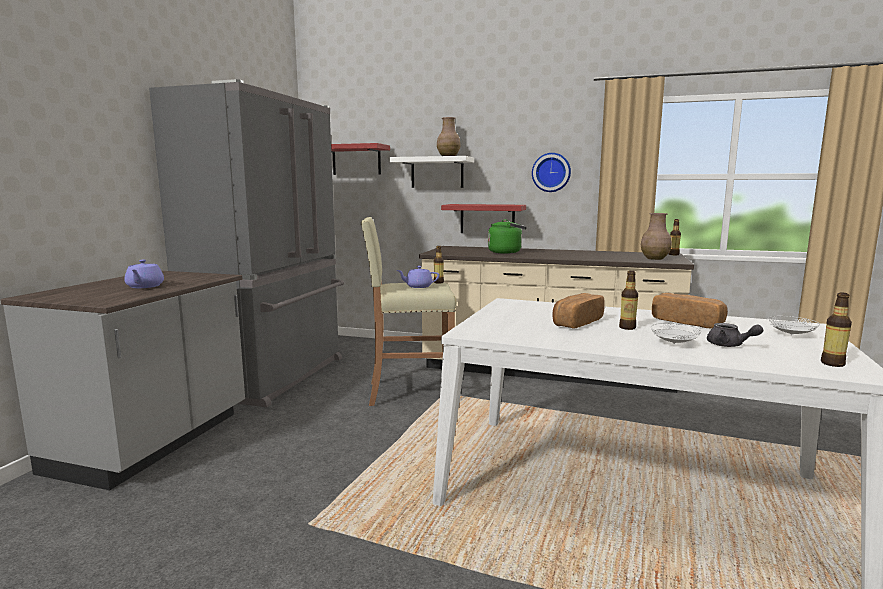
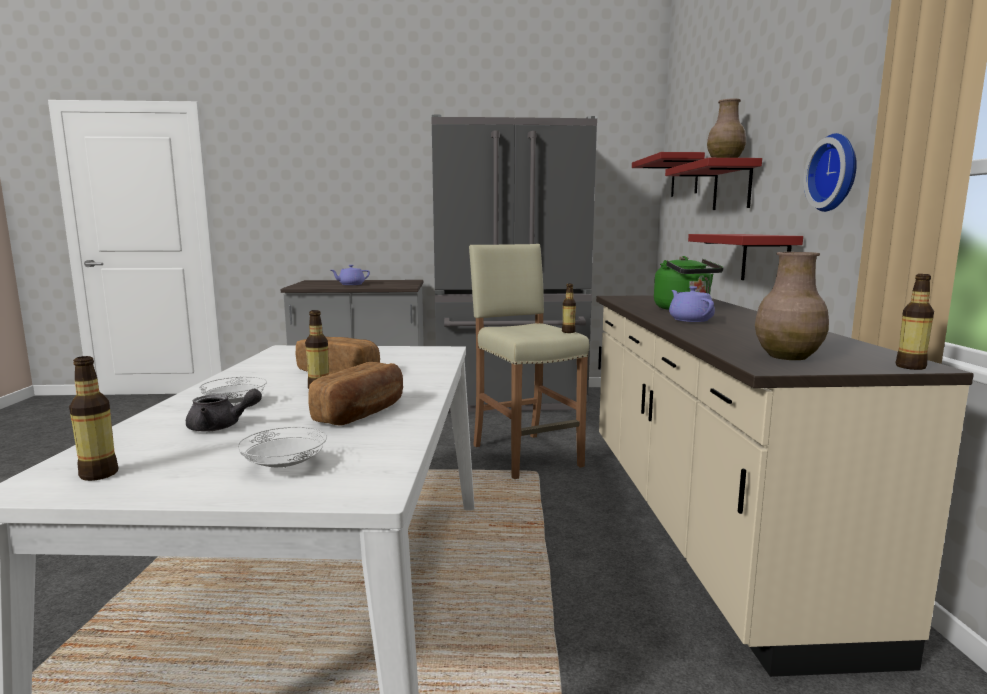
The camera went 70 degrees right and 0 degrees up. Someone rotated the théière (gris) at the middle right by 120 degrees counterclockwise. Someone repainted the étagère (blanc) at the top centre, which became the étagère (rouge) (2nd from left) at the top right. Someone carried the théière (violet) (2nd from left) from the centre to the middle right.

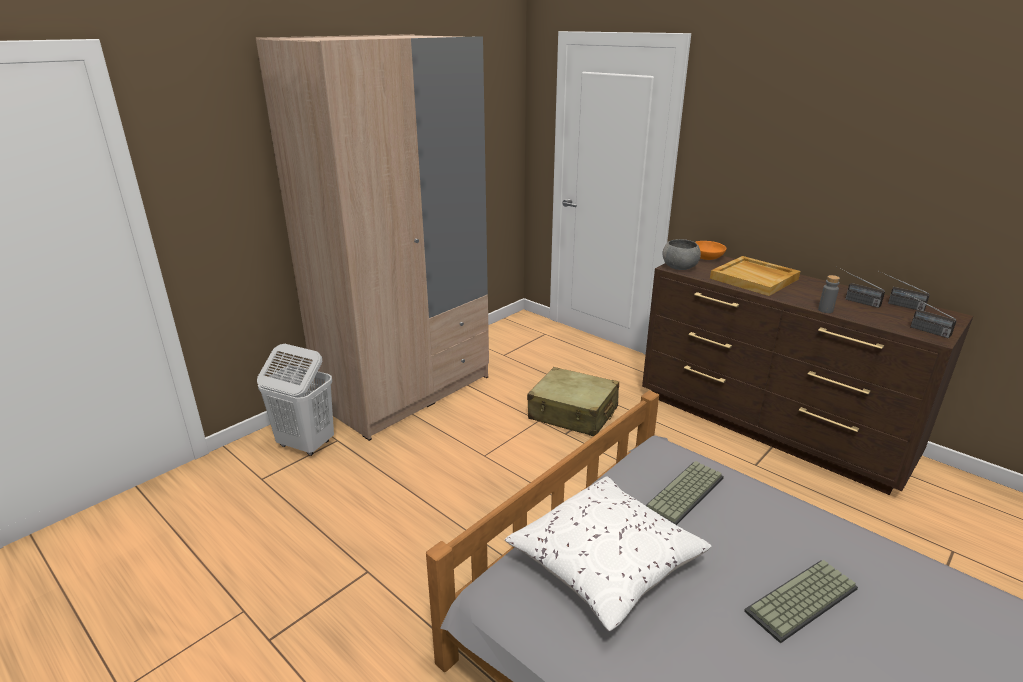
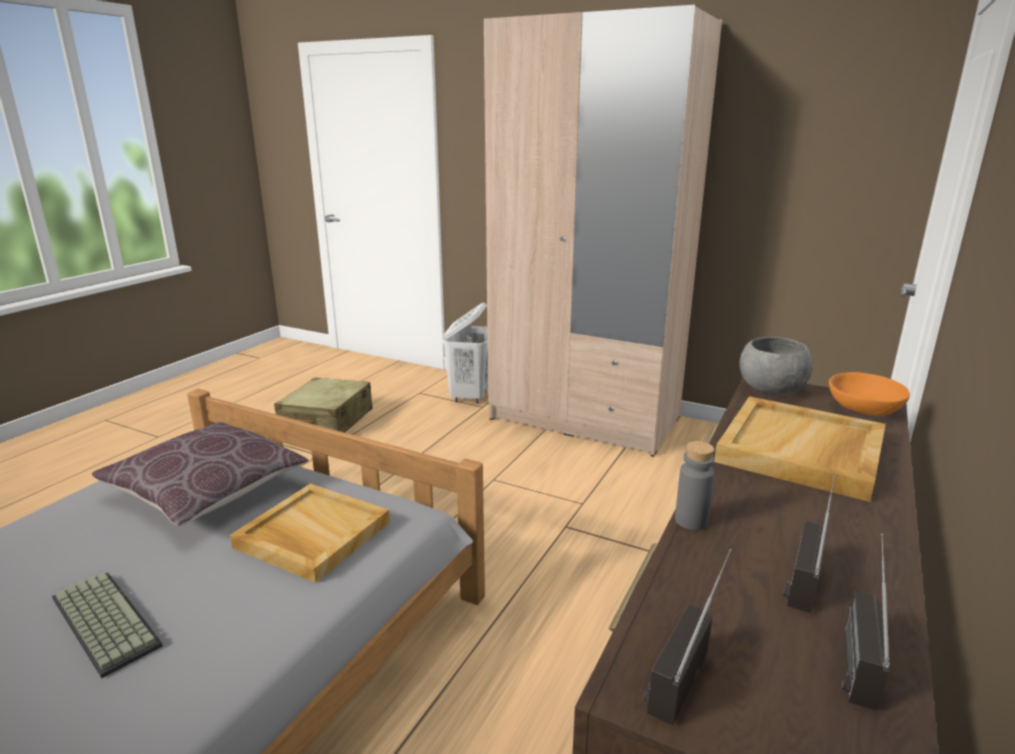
The camera went 75 degrees right and 5 degrees down. Someone repainted the coussin (blanc) at the bottom centre, which became the coussin (marron) at the middle left. Someone swapped the clavier (1st from left) at the bottom right for the plateau (beige) (1st from left) at the bottom left. Someone carried the valise (beige) from the centre to the middle left.

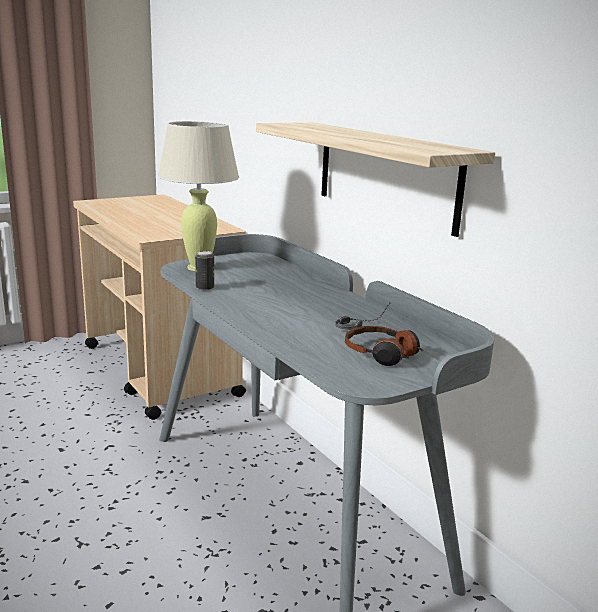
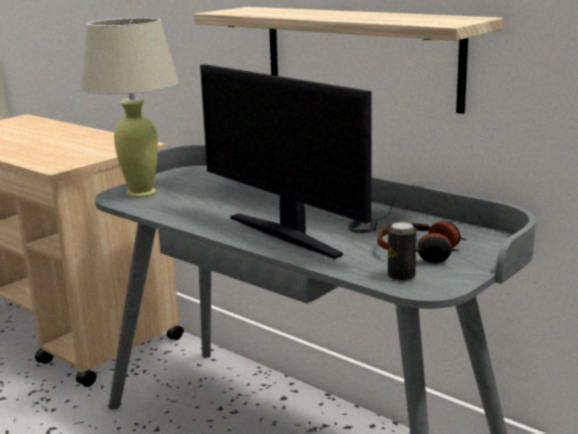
The camera went 15 degrees left and 0 degrees up. Someone put down the écran d'ordinateur at the centre. Someone carried the boîte métallique from the centre to the middle right.

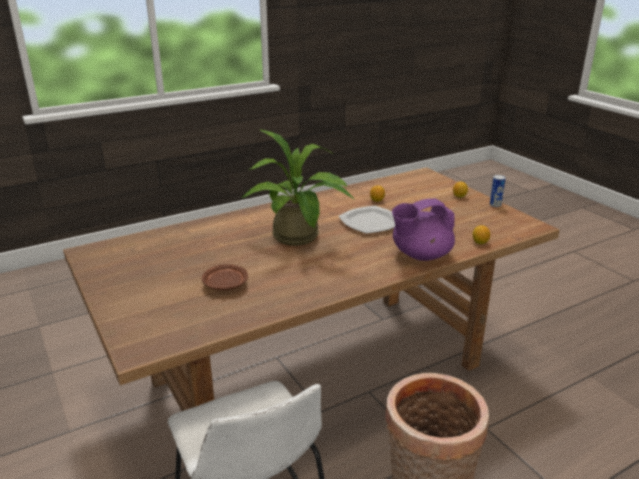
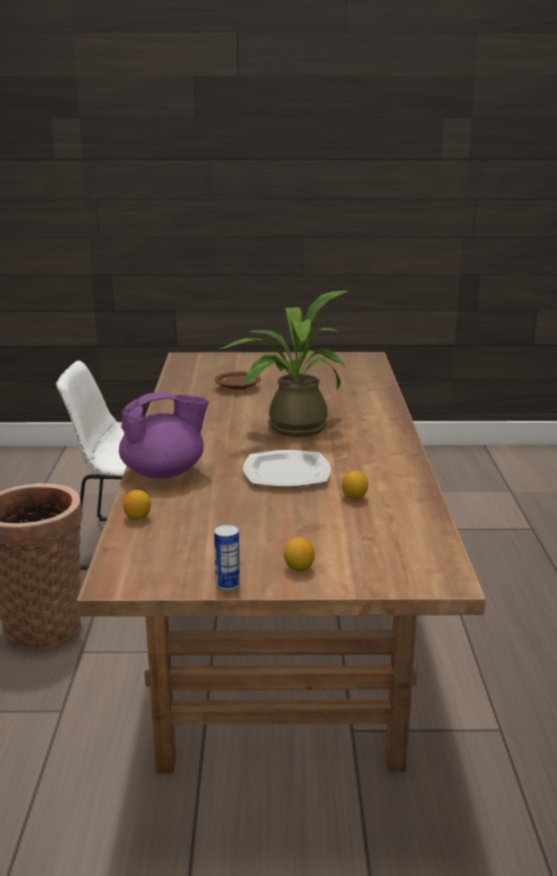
The camera went 120 degrees right and 5 degrees down. Someone rotated the théière (violet) at the centre by 60 degrees clockwise.

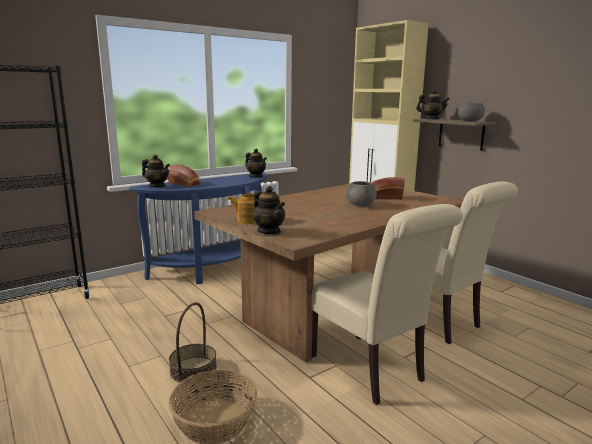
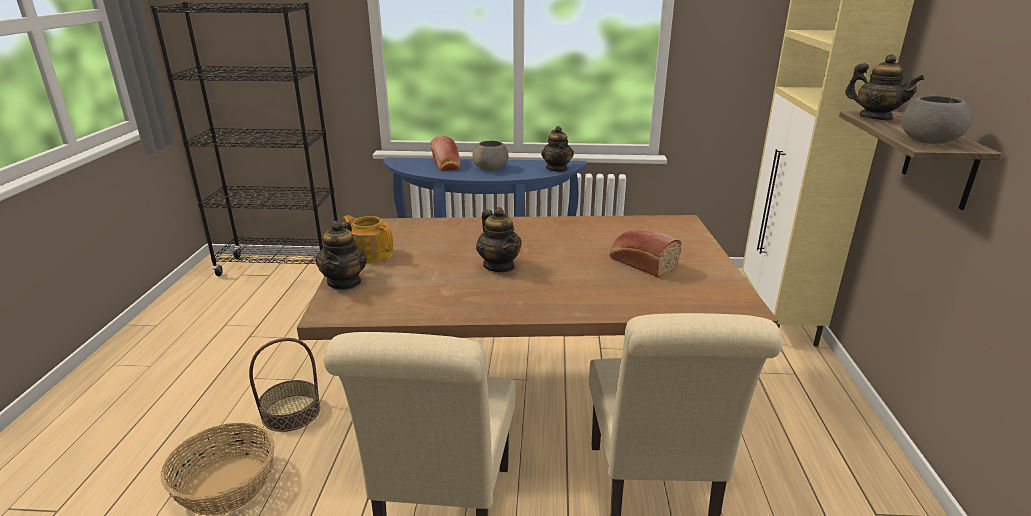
The camera went 40 degrees right and 10 degrees up. Someone carried the bol (gris) (1st from left) from the centre to the top centre. Someone carried the théière (1st from left in the first image) from the middle left to the centre.

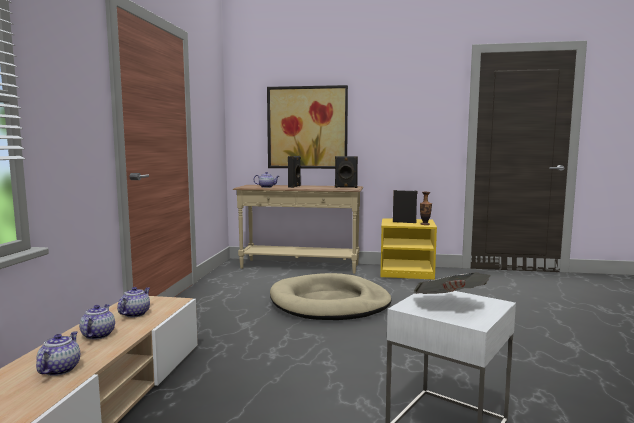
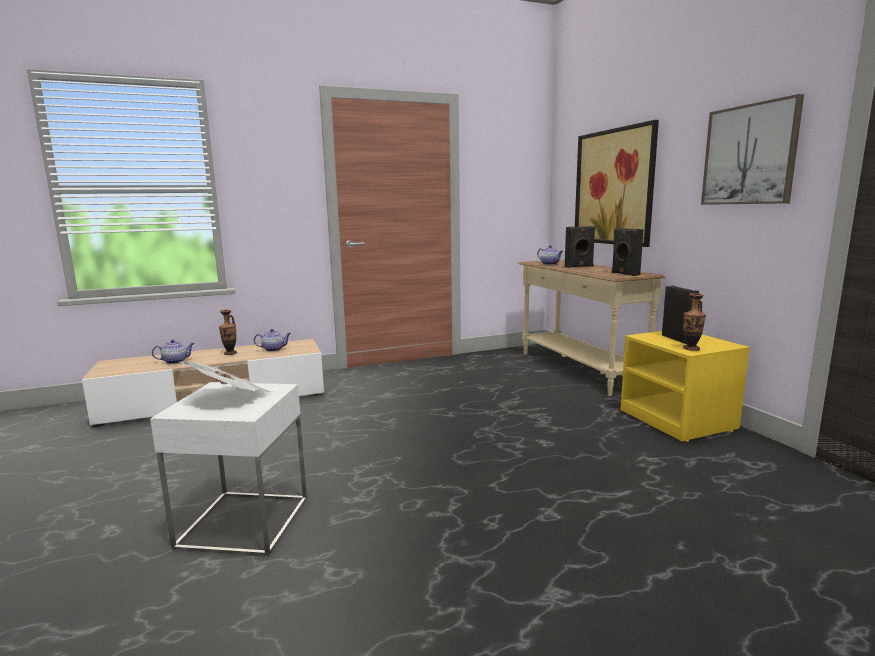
The camera went 60 degrees right and 5 degrees up. Someone swapped the théière (2nd from left) at the bottom left for the vase (1st from left) at the middle left. Someone put up the tableau (2nd from left) at the top right. Someone took away the panier pour chien (beige) at the bottom centre.

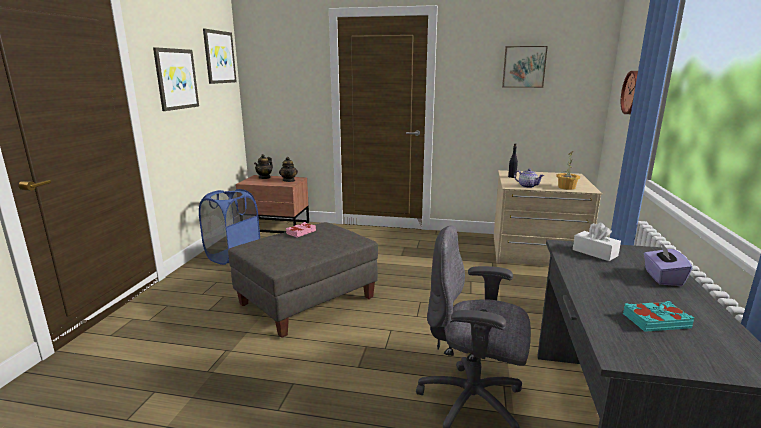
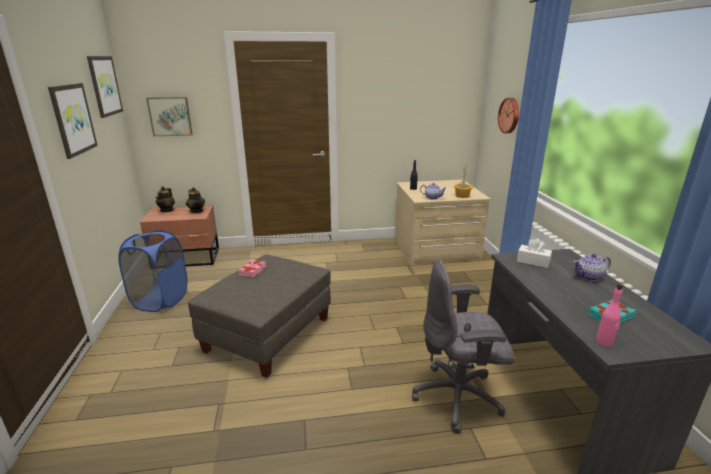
The camera went 20 degrees left and 5 degrees up. Someone carried the tableau (3rd from left) from the top right to the top left. Someone swapped the boîte à mouchoirs (violet) at the middle right for the théière (4th from left) at the middle right. Someone put down the bouteille (rose) at the middle right.

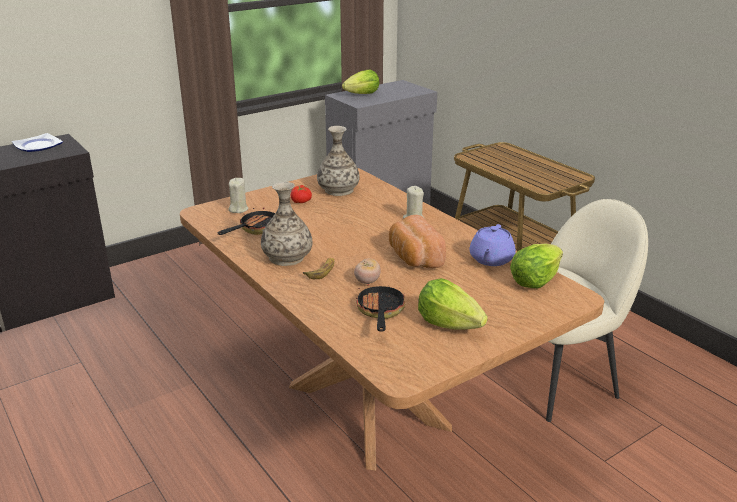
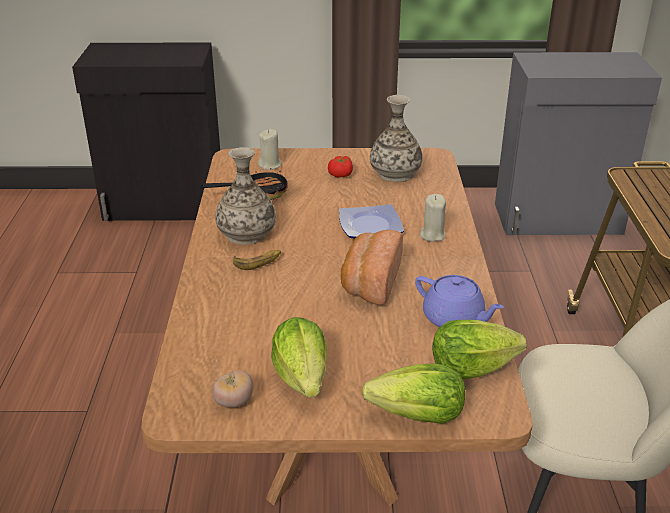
The camera went 35 degrees right and 5 degrees up. Someone carried the tomate (2nd from left in the first image) from the centre to the bottom centre. Someone carried the assiette from the top left to the centre. Someone carried the laitue (1st from left in the first image) from the top centre to the bottom centre. Someone rotated the théière (violet) at the middle right by 105 degrees counterclockwise. Someone took away the poêle (2nd from left) at the centre.

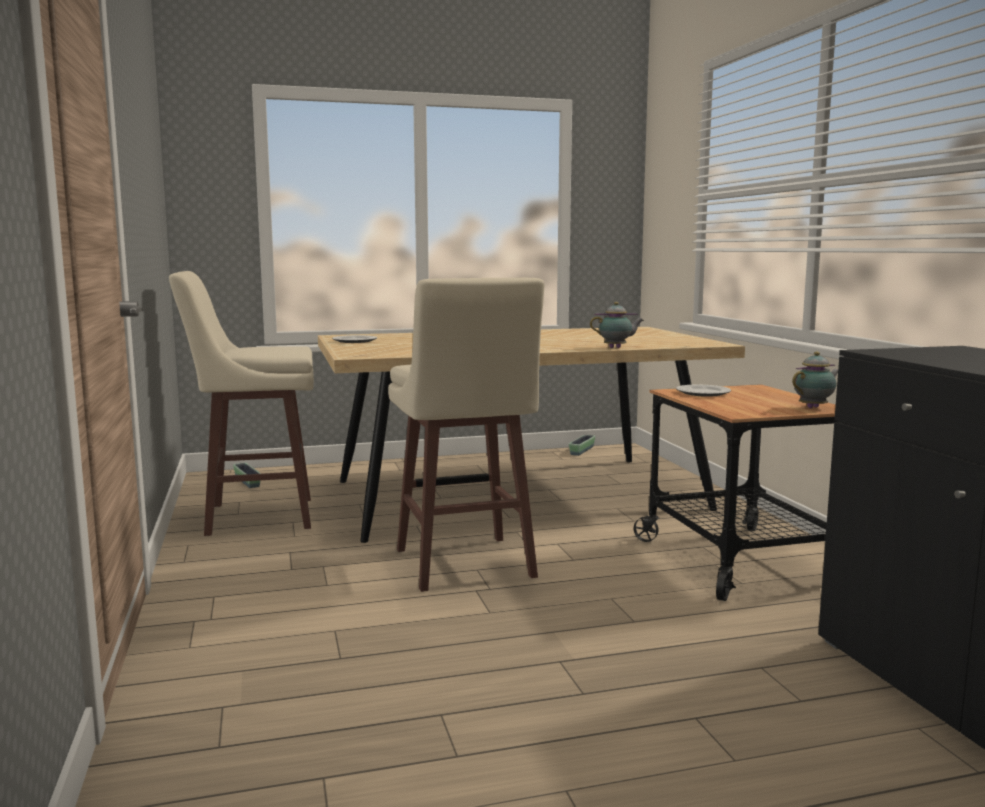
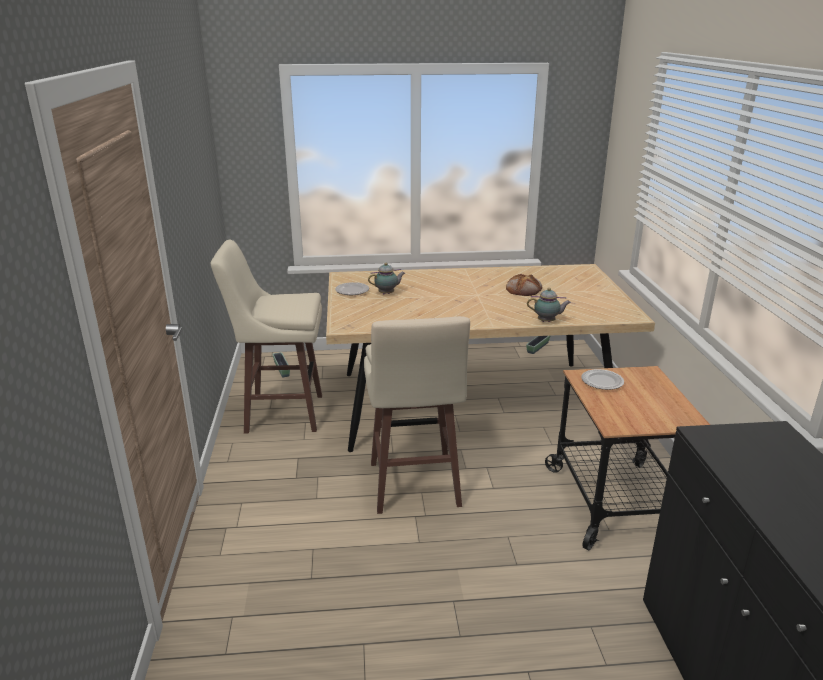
The camera went 10 degrees right and 15 degrees up. Someone carried the théière (2nd from left in the first image) from the middle right to the centre. Someone put down the pain at the centre.

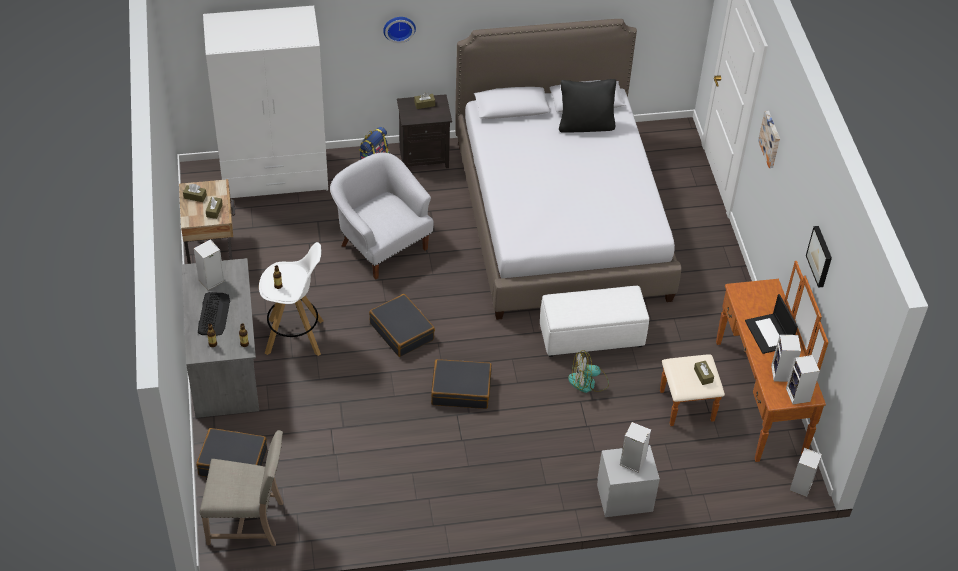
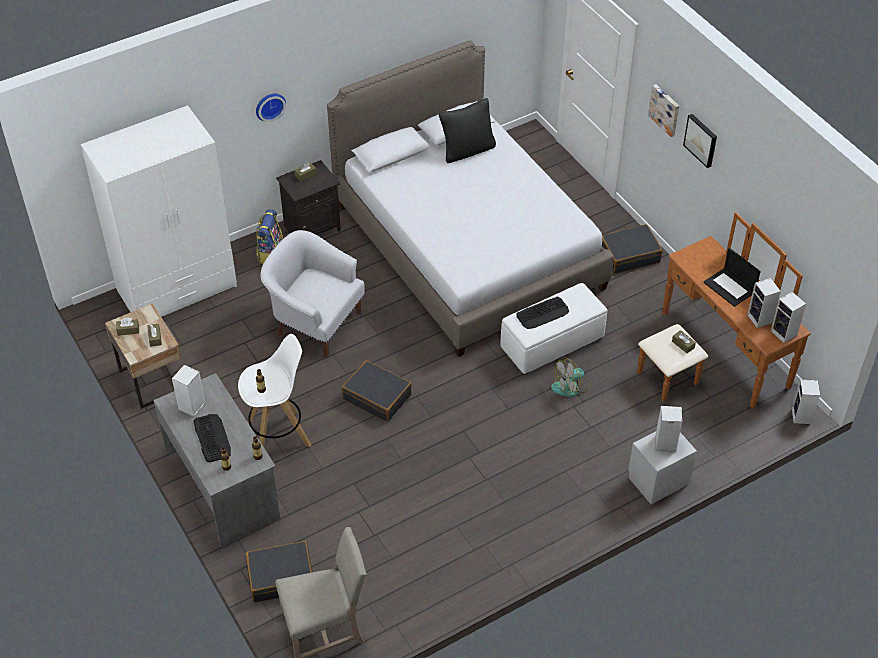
The camera went 20 degrees left and 0 degrees up. Someone put down the clavier (2nd from left) at the centre. Someone carried the valise (noir) (3rd from left) from the bottom centre to the middle right. Someone carried the tableau (2nd from left) from the middle right to the top right.

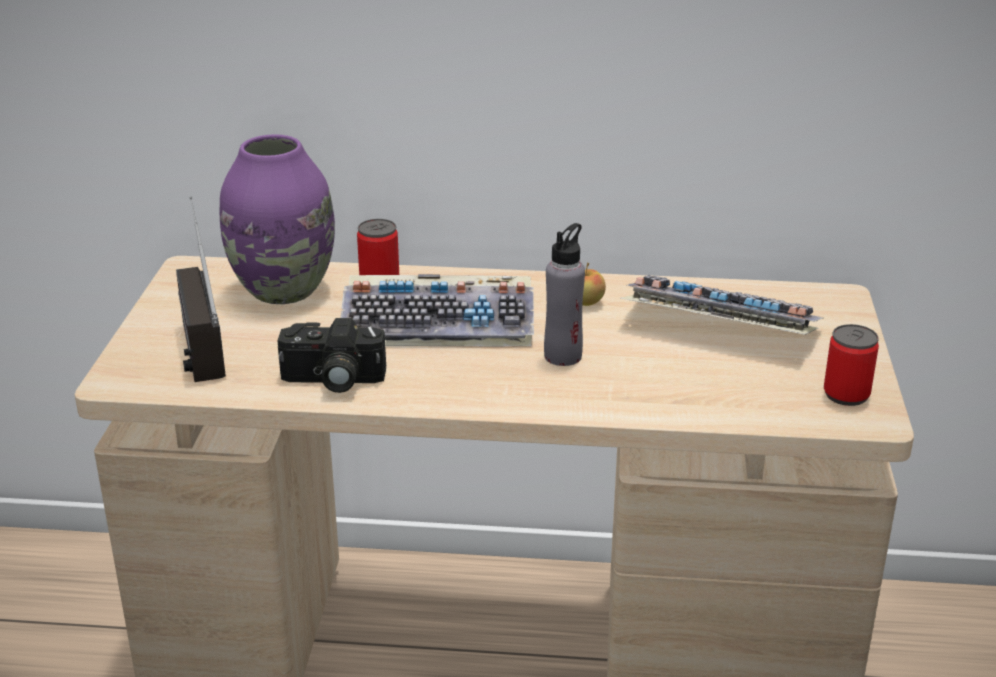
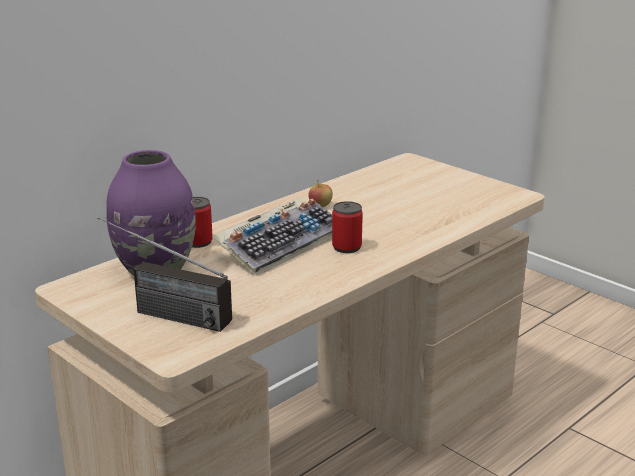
The camera went 50 degrees left and 5 degrees down. Someone carried the boîte métallique (2nd from left) from the middle right to the centre. Someone took away the appareil photo at the middle left. Someone took away the bouteille (gris) at the centre. Someone took away the clavier (2nd from left) at the middle right.

